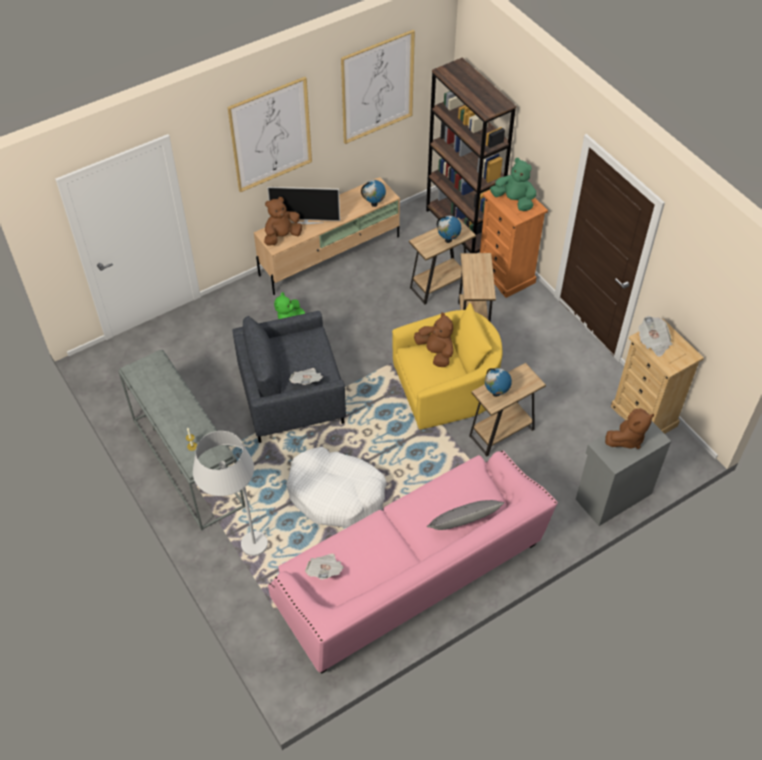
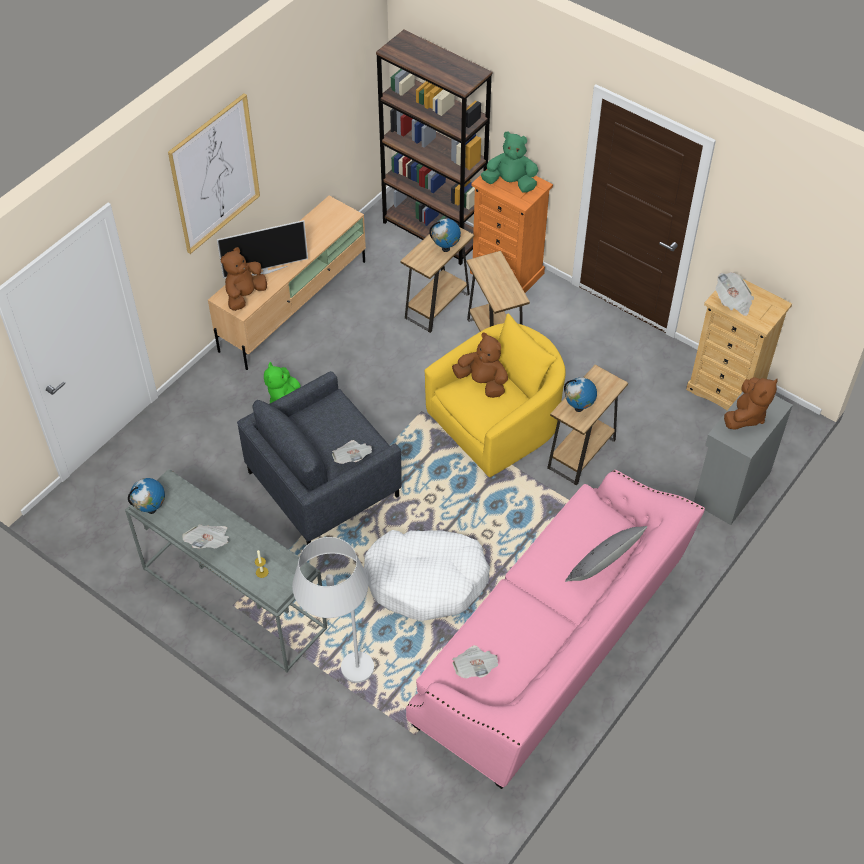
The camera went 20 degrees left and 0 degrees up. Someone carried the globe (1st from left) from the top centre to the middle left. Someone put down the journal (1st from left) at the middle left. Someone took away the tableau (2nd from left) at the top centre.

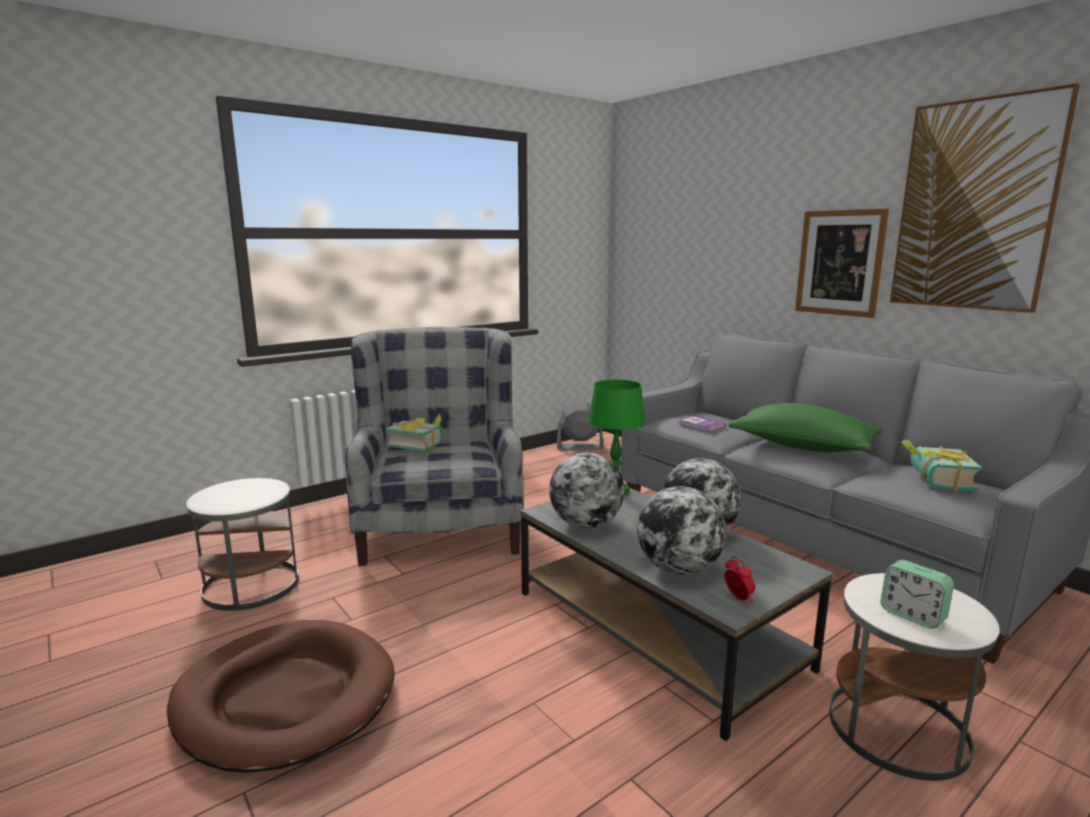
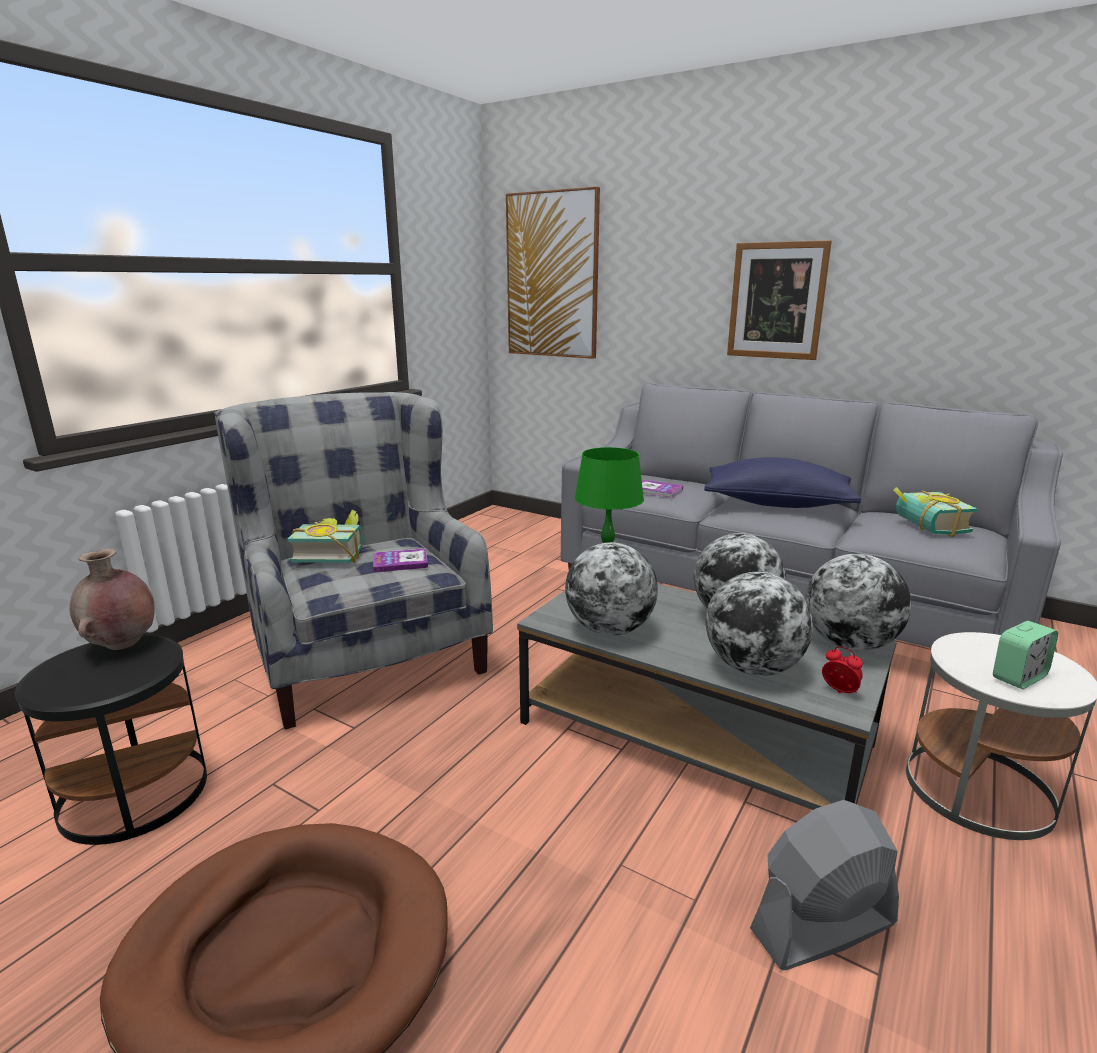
The camera went 20 degrees left and 5 degrees up. Someone repainted the table d'appoint (blanc) (1st from left) at the middle left, which became the table d'appoint (noir) at the bottom left. Someone put down the vase (marron) at the middle left. Someone put down the livre (2nd from left) at the centre. Someone carried the tableau (2nd from left in the first image) from the top right to the top centre. Someone repainted the coussin (vert) at the middle right, which became the coussin (bleu) at the middle right. Someone carried the ventilateur (gris) from the centre to the bottom right. Someone put down the globe (4th from left) at the middle right. Someone rotated the réveil (2nd from left) at the bottom right by 60 degrees counterclockwise.

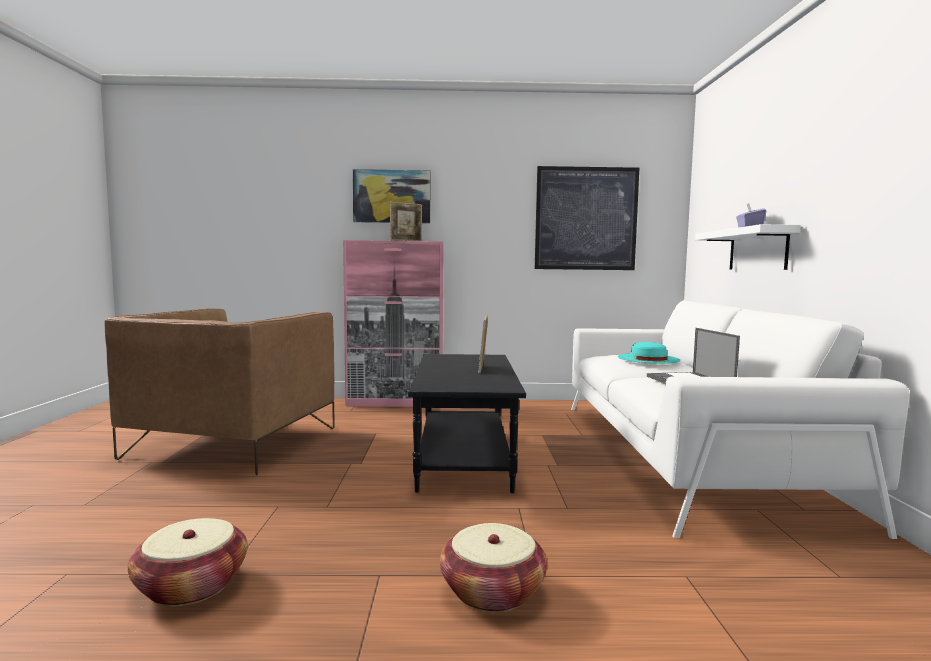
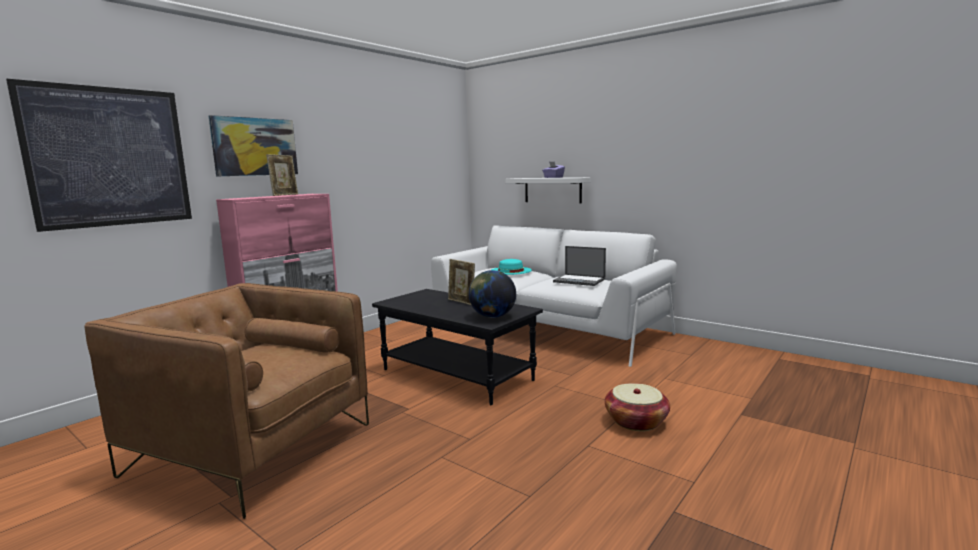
The camera went 50 degrees left and 5 degrees up. Someone carried the tableau (2nd from left in the first image) from the top centre to the top left. Someone rotated the fauteuil (marron) at the middle left by 150 degrees clockwise. Someone put down the globe at the centre. Someone took away the panier (1st from left) at the bottom left.

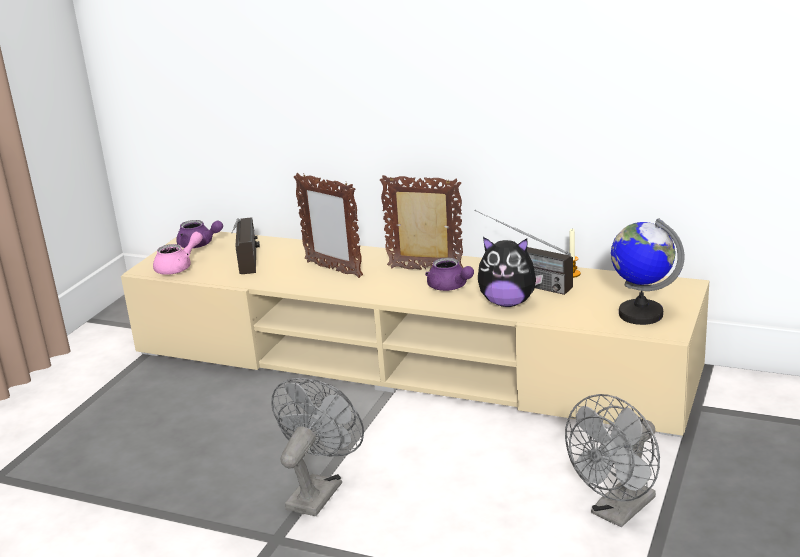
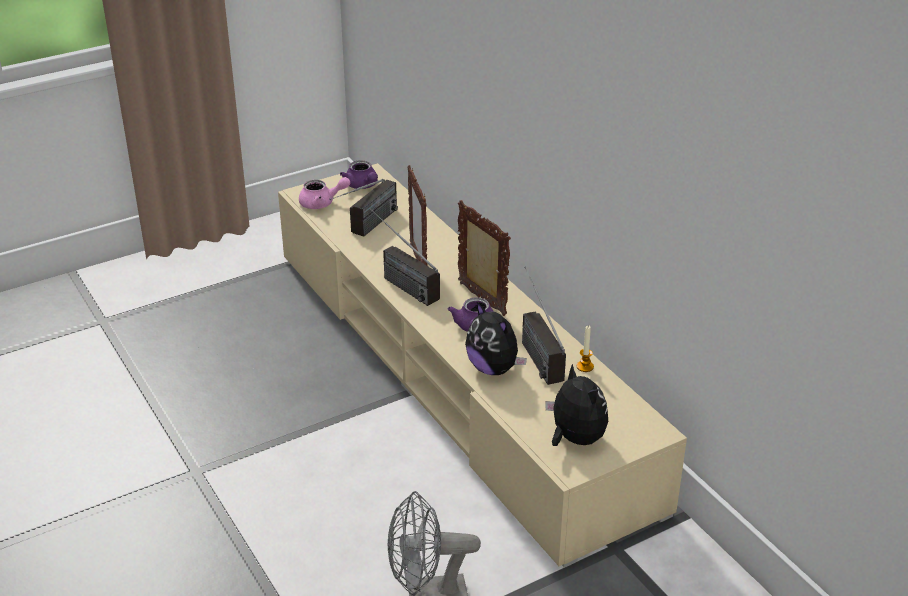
The camera went 35 degrees right and 10 degrees up. Someone put down the radio (2nd from left) at the centre. Someone swapped the globe at the middle right for the peluche (2nd from left) at the bottom centre. Someone took away the ventilateur (gris) (1st from left) at the bottom centre.

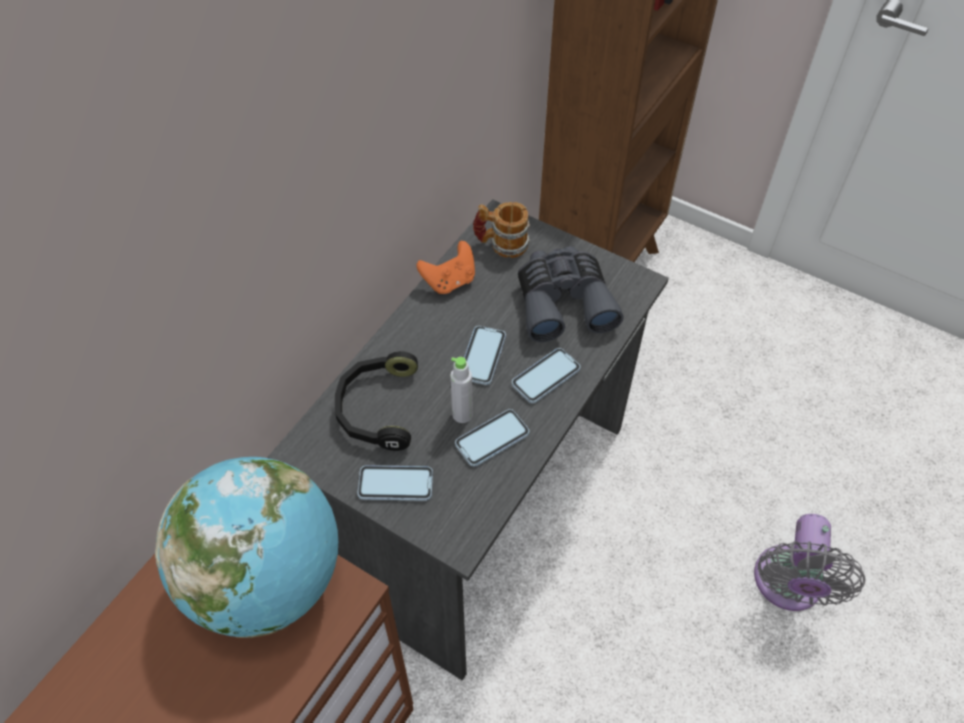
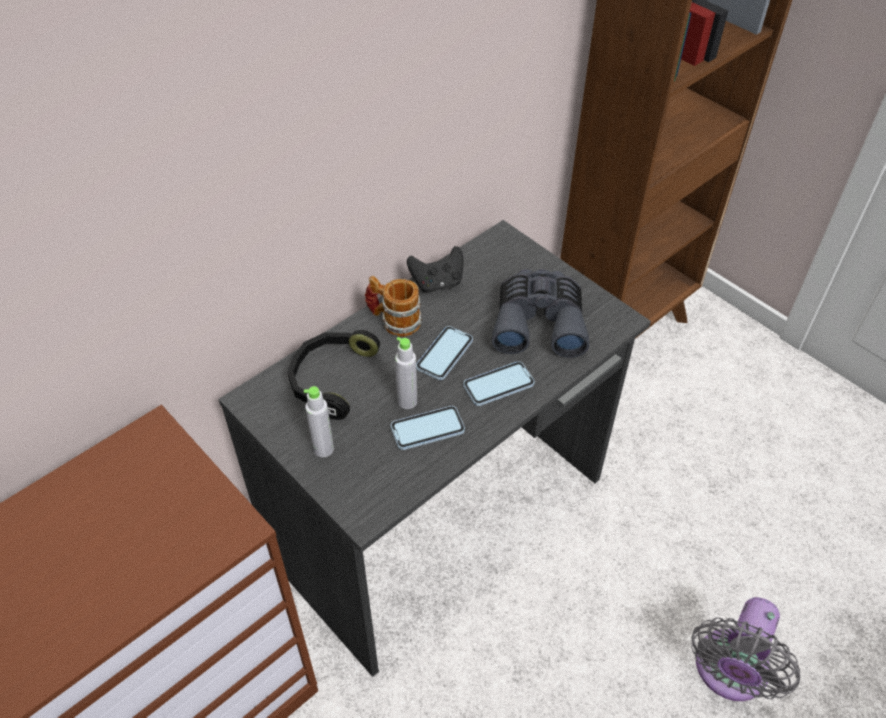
The camera went 15 degrees right and 5 degrees down. Someone swapped the téléphone (1st from left) at the bottom centre for the bouteille (gris) (1st from left) at the centre. Someone carried the mug from the top centre to the centre. Someone repainted the manette (orange) at the centre, which became the manette (noir) at the centre. Someone took away the globe at the bottom left.

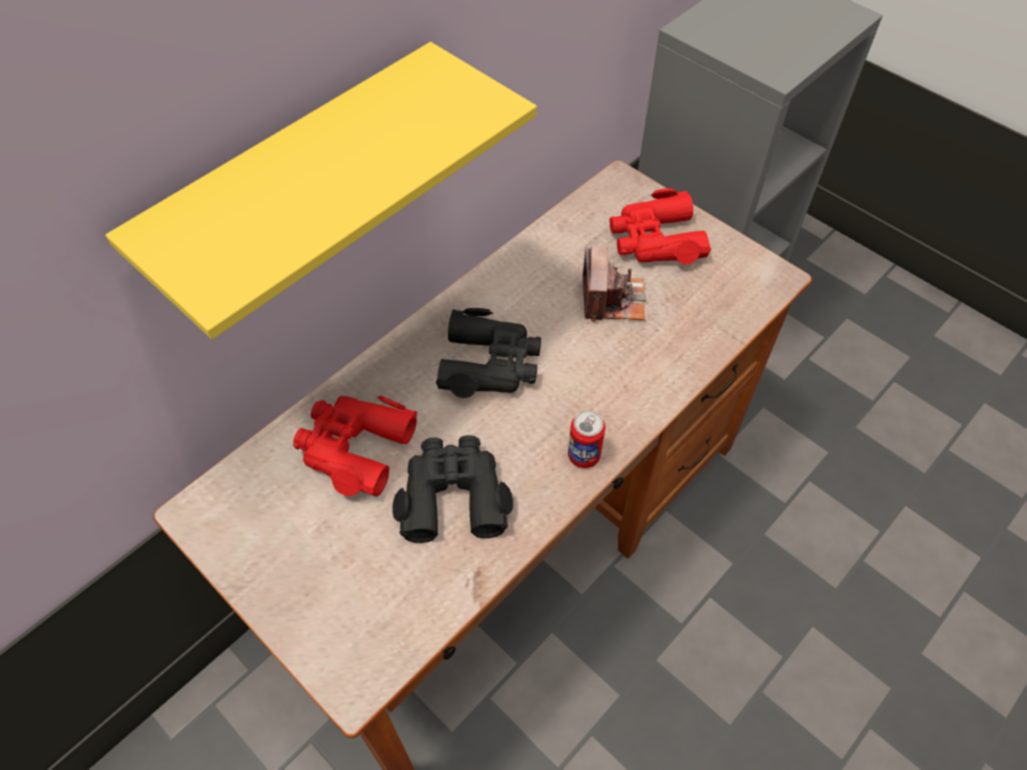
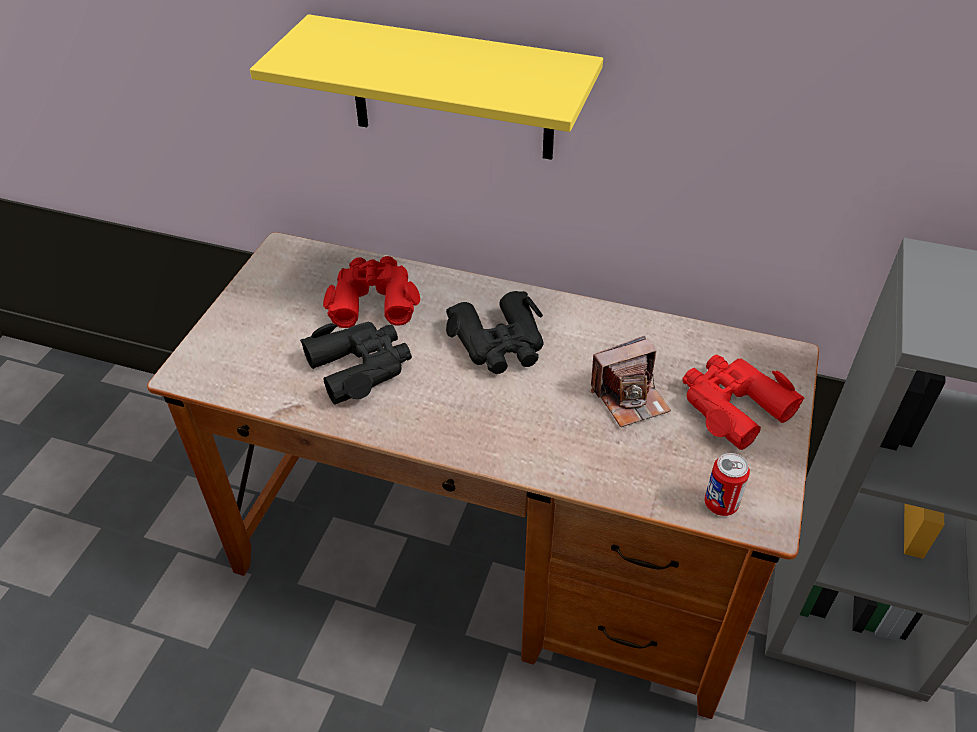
The camera went 65 degrees right and 10 degrees down. Someone carried the boîte métallique from the centre to the middle right.

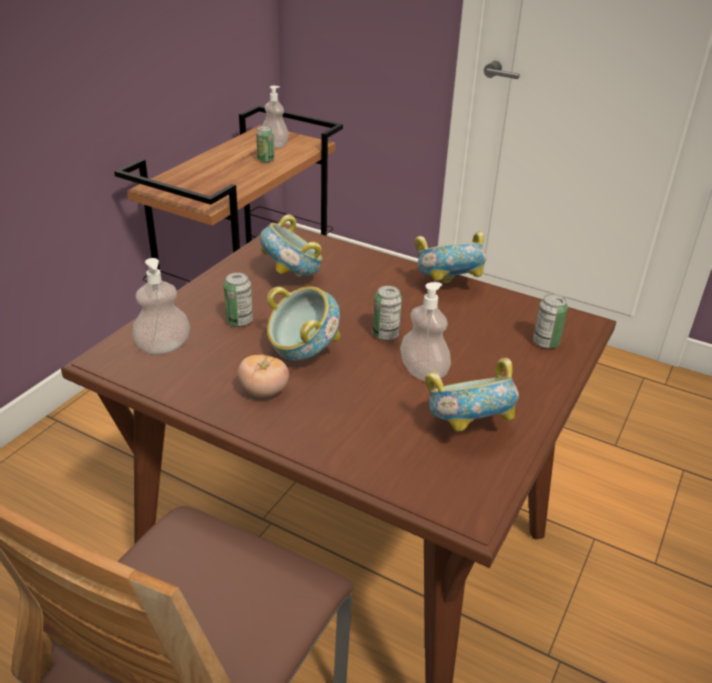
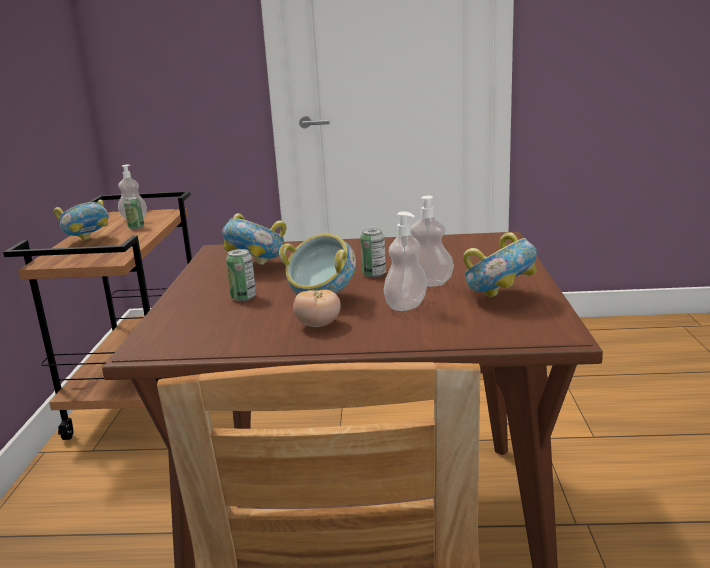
The camera went 25 degrees left and 15 degrees down. Someone carried the bol (3rd from left in the first image) from the centre to the middle left. Someone carried the distributeur de savon (1st from left in the first image) from the middle left to the centre. Someone took away the boîte métallique (4th from left) at the middle right.

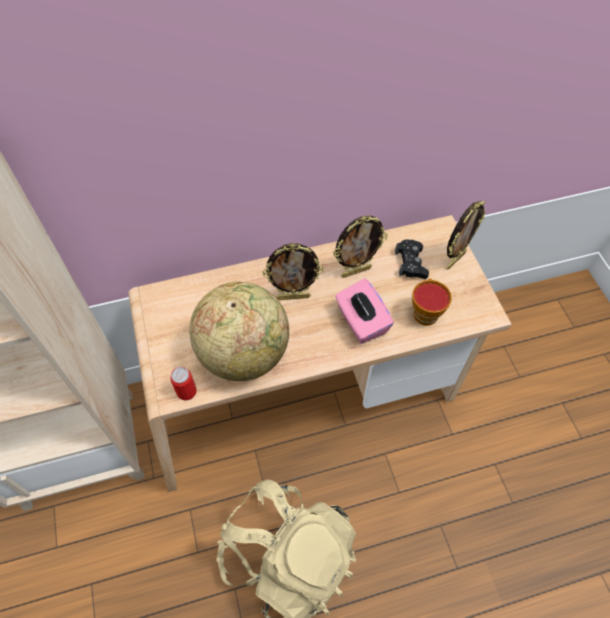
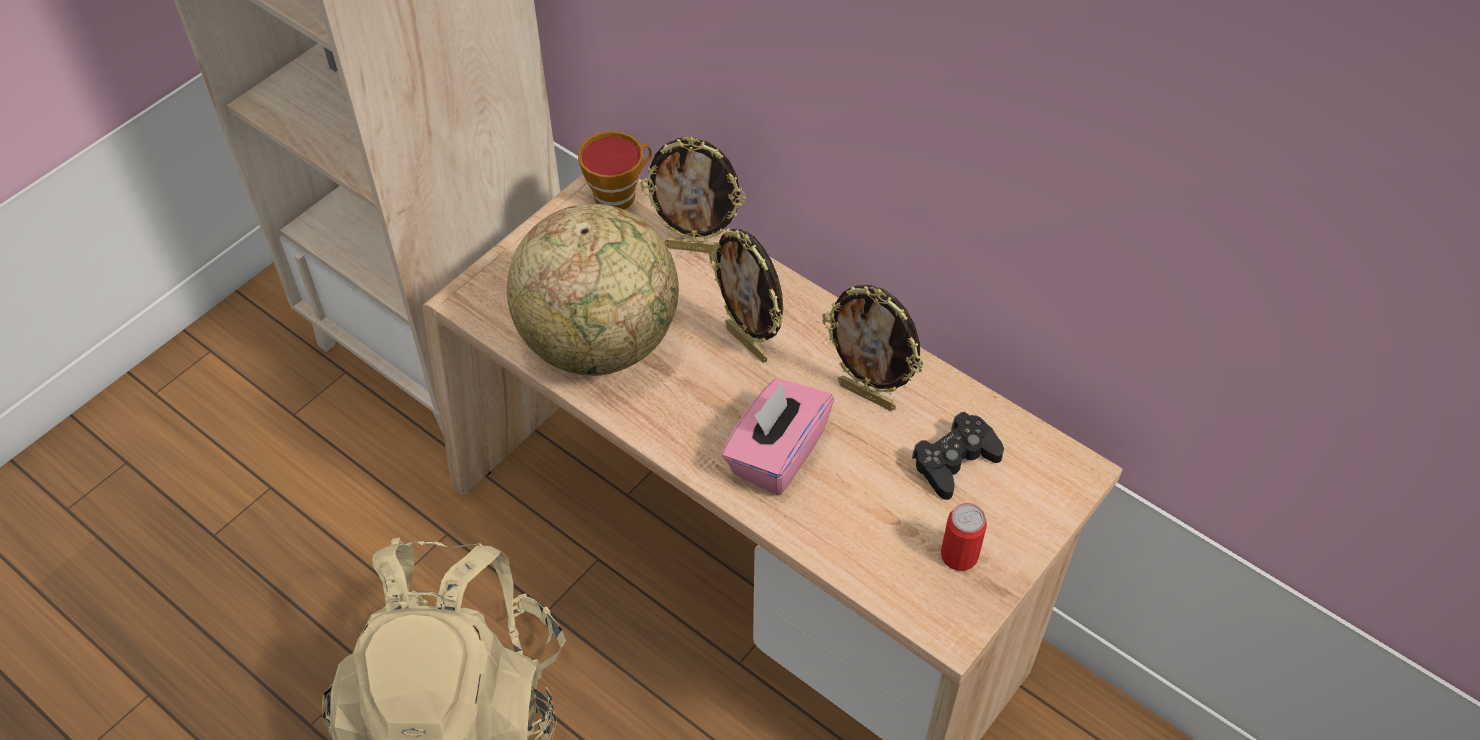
The camera went 55 degrees right and 5 degrees down. Someone carried the tasse from the middle right to the top centre. Someone carried the cadre photo (3rd from left in the first image) from the middle right to the top centre. Someone carried the boîte métallique from the middle left to the bottom centre.

